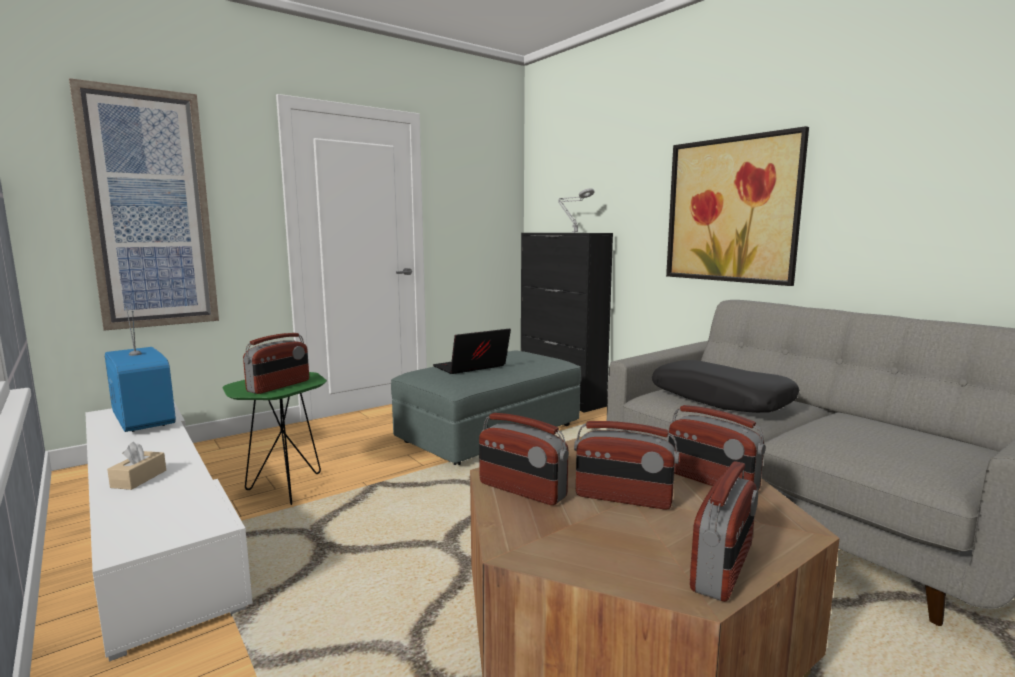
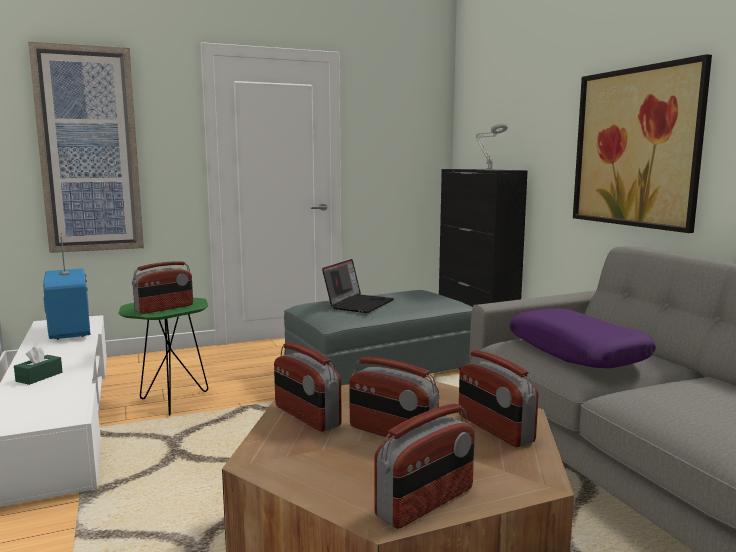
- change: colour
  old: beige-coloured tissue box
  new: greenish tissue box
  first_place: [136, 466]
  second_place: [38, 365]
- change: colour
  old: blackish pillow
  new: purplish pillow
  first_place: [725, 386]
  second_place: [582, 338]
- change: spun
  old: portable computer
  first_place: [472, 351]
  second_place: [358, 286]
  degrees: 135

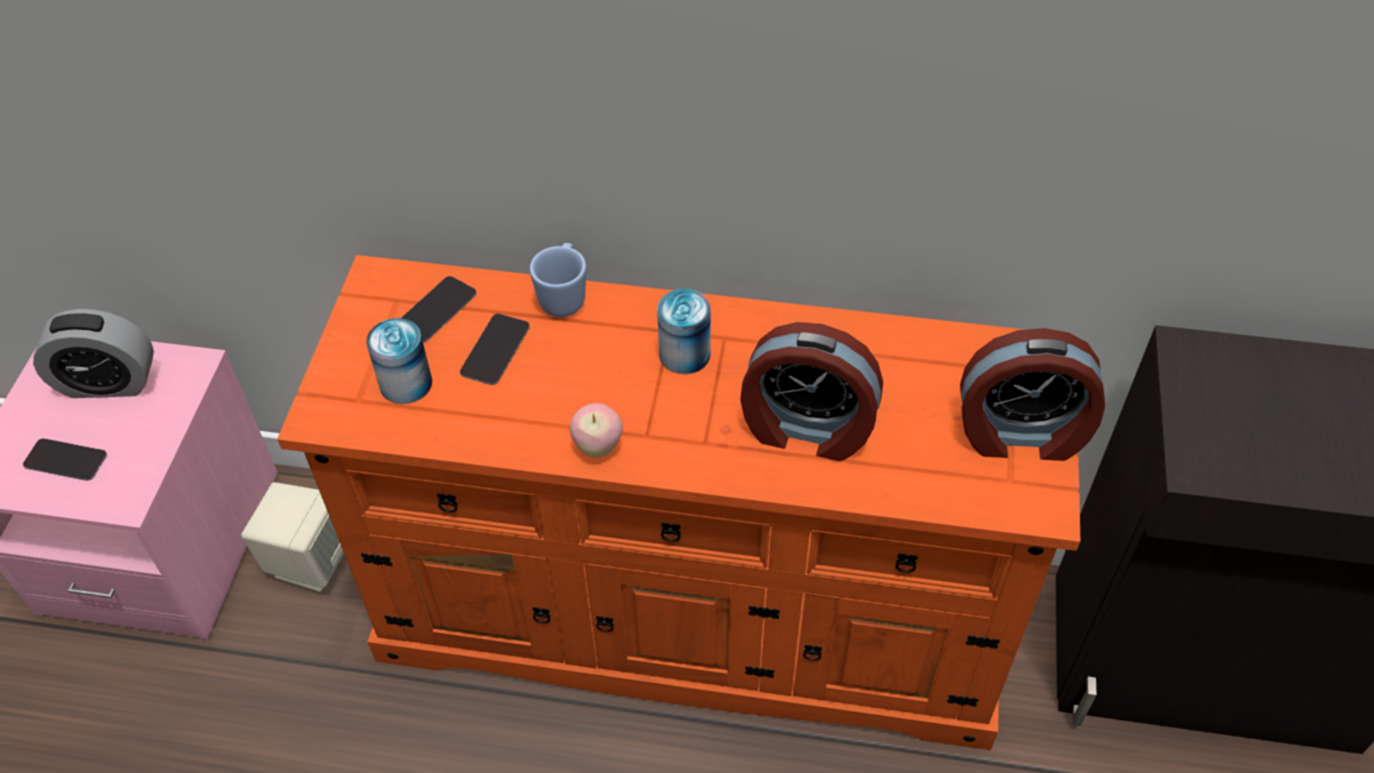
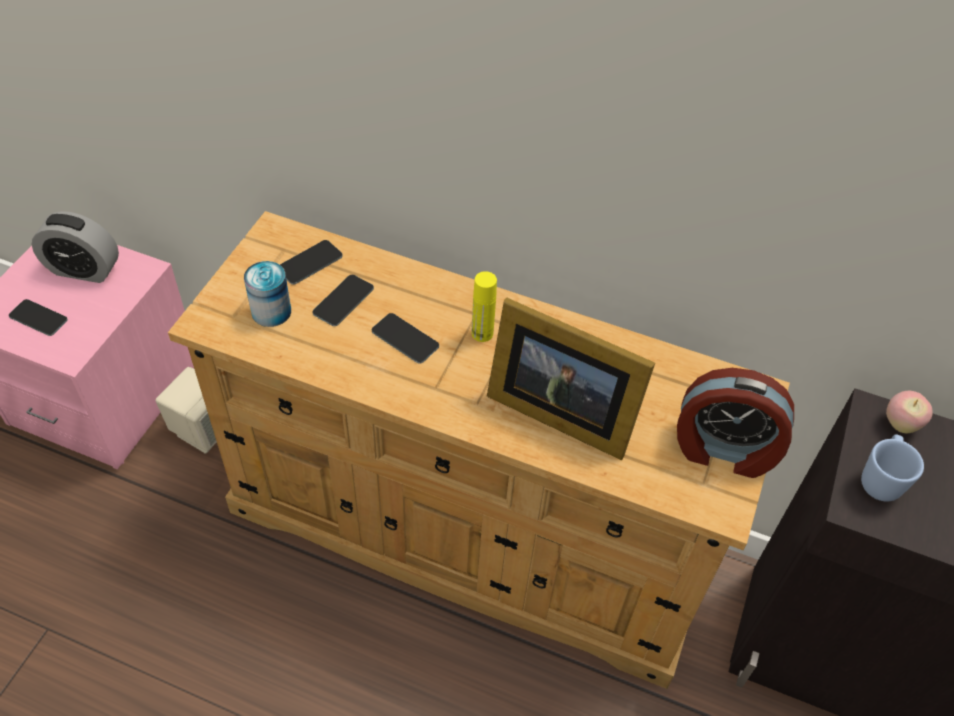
- change: appeared
  new: handset
  second_place: [405, 338]
- change: relocated
  old: blue-coloured mug
  first_place: [558, 280]
  second_place: [892, 468]
- change: relocated
  old: apple fruit
  first_place: [596, 430]
  second_place: [909, 412]
- change: exchanged
  old: can
  new: yellowish drink bottle
  first_place: [684, 331]
  second_place: [484, 306]
- change: exchanged
  old: table clock
  new: photo frame
  first_place: [811, 391]
  second_place: [571, 378]
- change: colour
  old: orangey dresser
  new: beige-coloured dresser
  first_place: [678, 502]
  second_place: [479, 450]

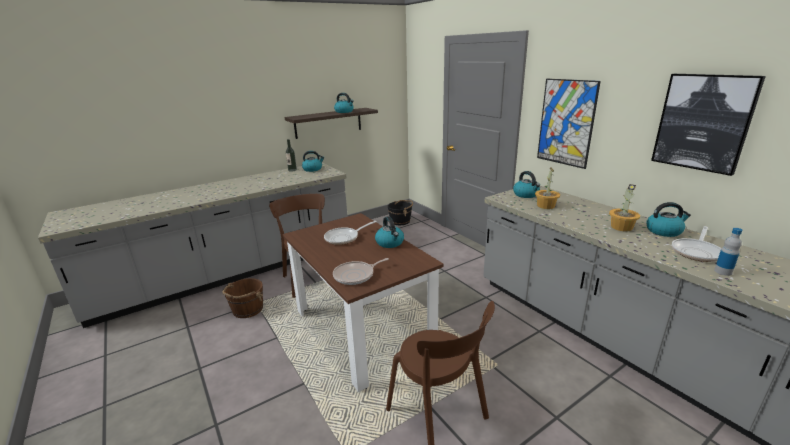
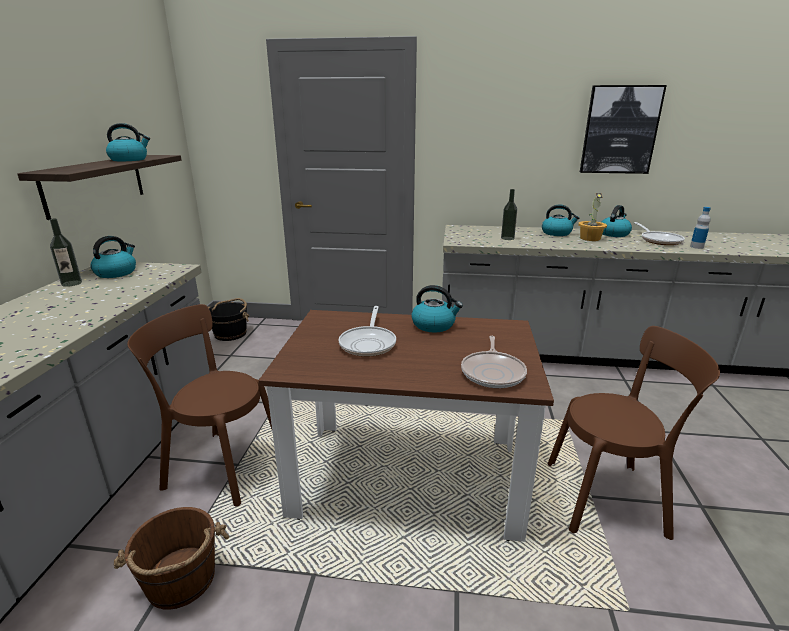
- change: missing
  old: wall art
  first_place: [569, 124]
- change: relocated
  old: kettle
  first_place: [526, 184]
  second_place: [560, 220]
- change: exchanged
  old: houseplant
  new: drink bottle
  first_place: [547, 188]
  second_place: [509, 214]

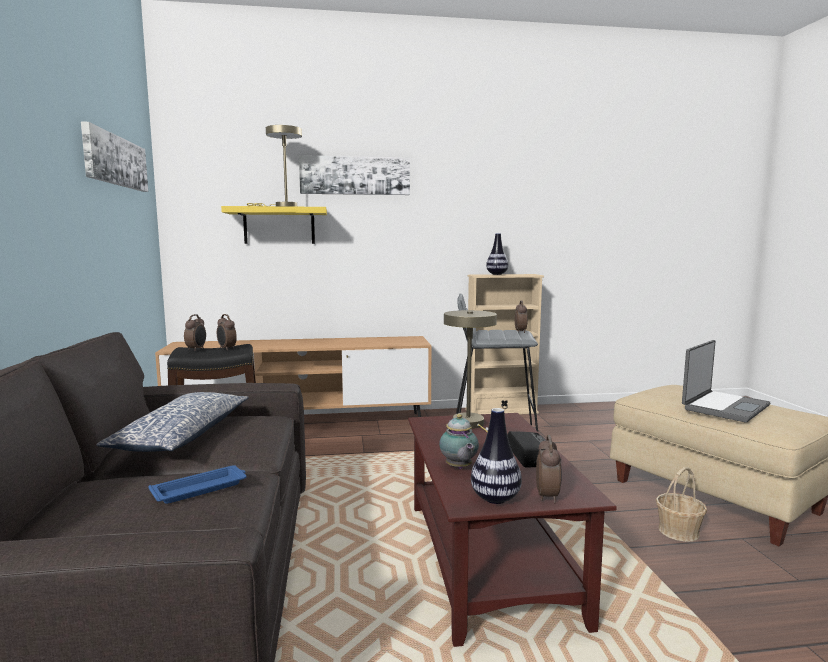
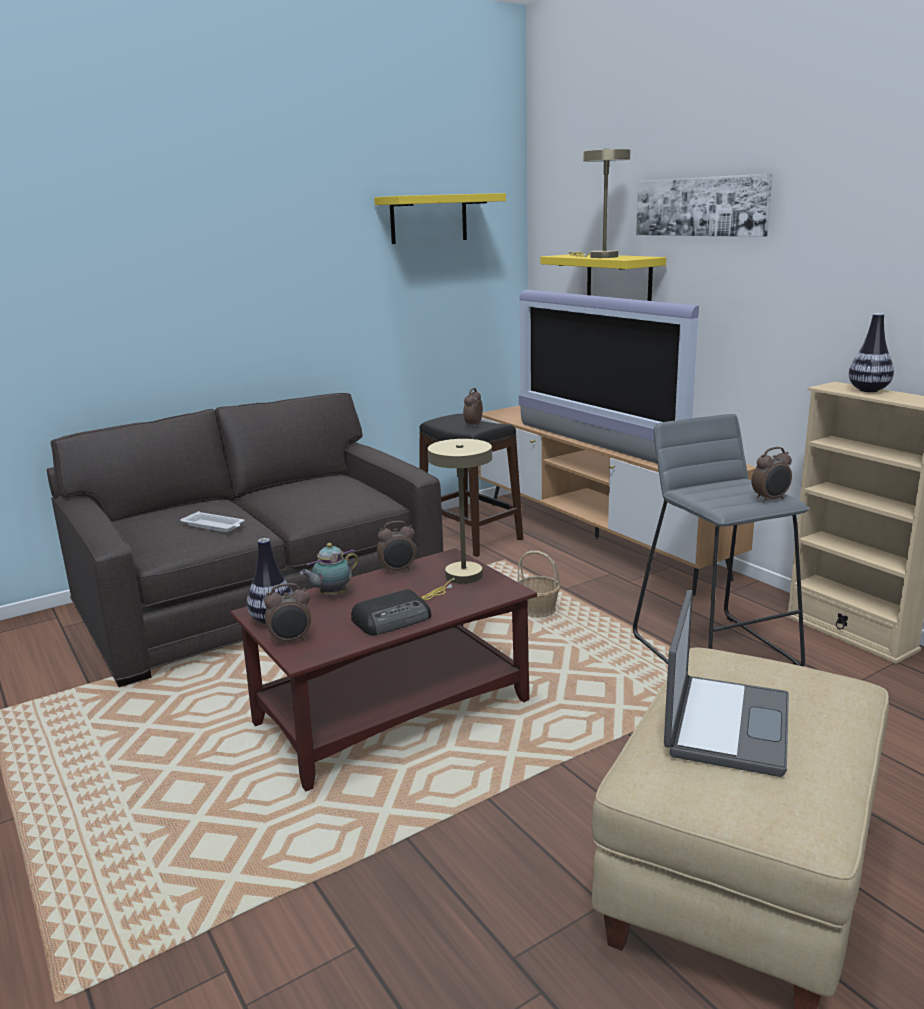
- change: missing
  old: pillow
  first_place: [172, 422]
- change: appeared
  new: TV set
  second_place: [609, 376]
- change: relocated
  old: table clock
  first_place: [195, 332]
  second_place: [396, 547]
- change: relocated
  old: household basket
  first_place: [681, 504]
  second_place: [539, 584]
- change: exchanged
  old: wall art
  new: yellowish bracket shelf
  first_place: [114, 156]
  second_place: [440, 218]
- change: colour
  old: blue-coloured carrying tray
  new: whitish carrying tray
  first_place: [197, 484]
  second_place: [212, 521]
- change: spun
  old: portable computer
  first_place: [726, 381]
  second_place: [726, 683]
  degrees: -90

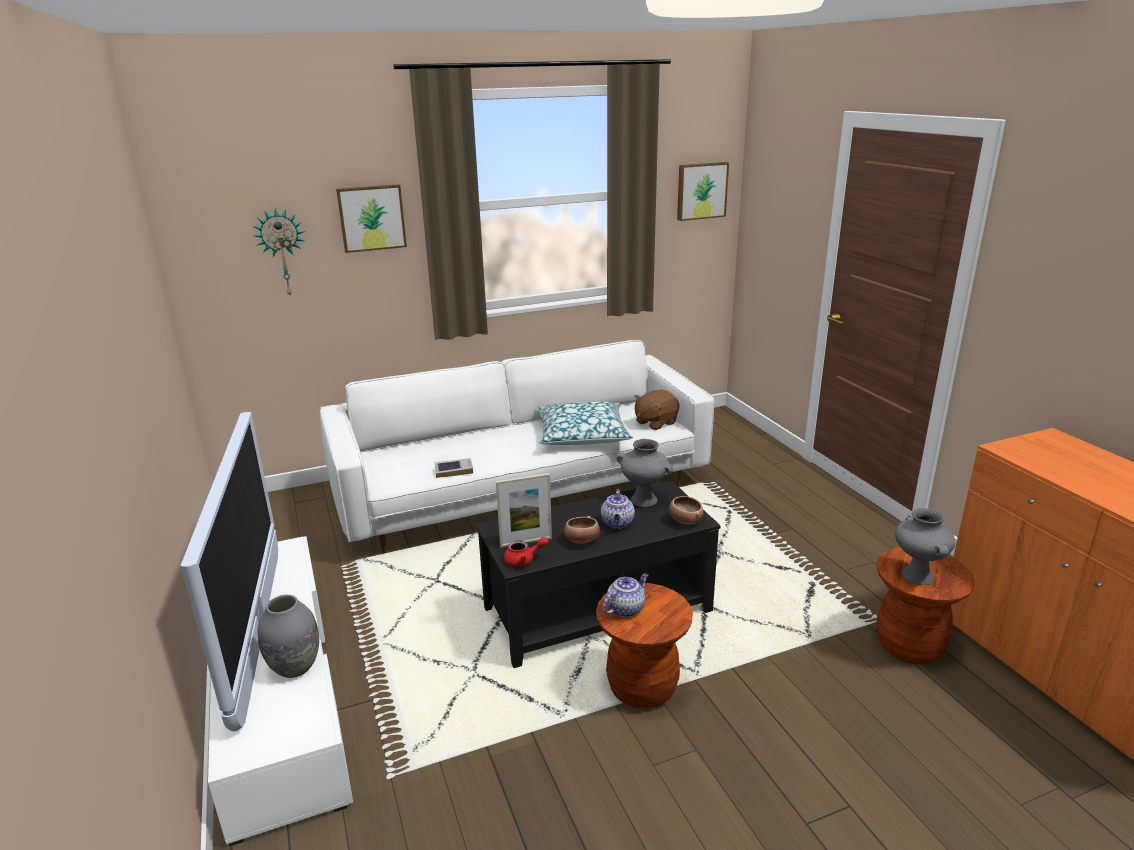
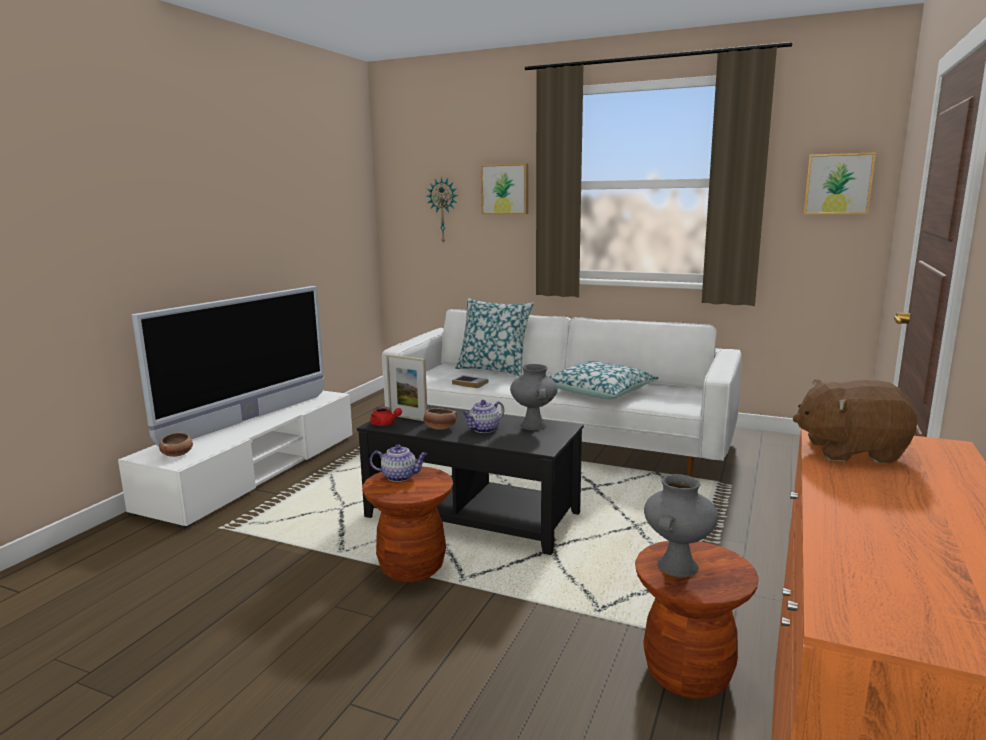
- change: missing
  old: gray decorative vase
  first_place: [288, 636]
- change: appeared
  new: pillow
  second_place: [494, 337]
- change: relocated
  old: brownish cuddly toy
  first_place: [657, 410]
  second_place: [855, 421]
- change: relocated
  old: serving bowl
  first_place: [686, 510]
  second_place: [176, 444]

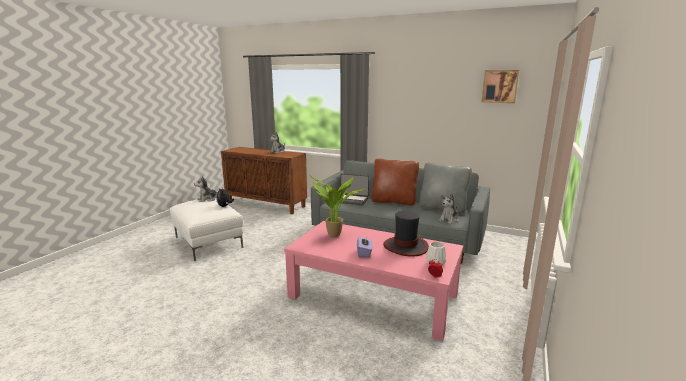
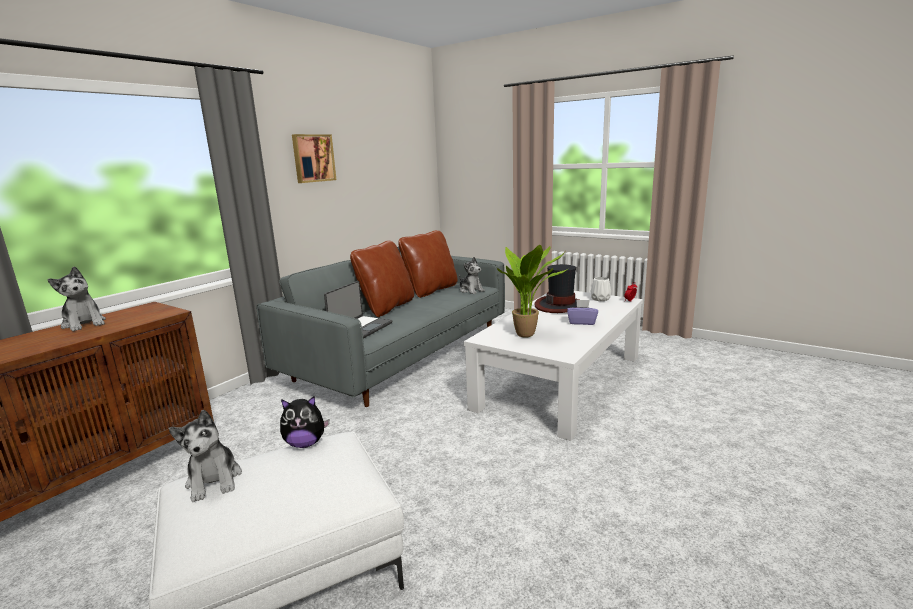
- change: relocated
  old: wall art
  first_place: [500, 86]
  second_place: [314, 158]
- change: colour
  old: pink-coloured coffee table
  new: whitish coffee table
  first_place: [373, 281]
  second_place: [553, 366]
- change: colour
  old: gray pillow
  new: brownish pillow
  first_place: [445, 188]
  second_place: [428, 264]

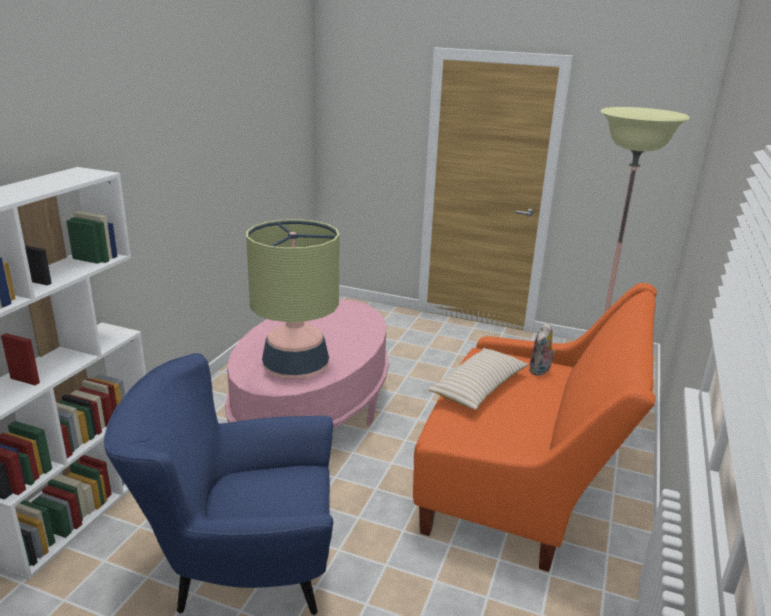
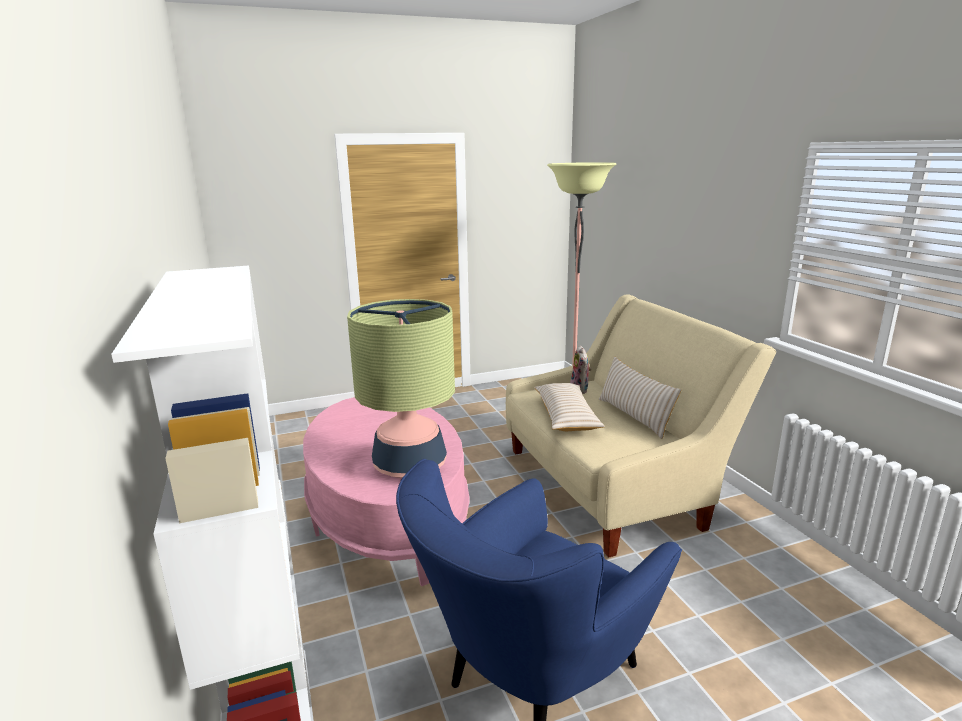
- change: appeared
  new: beige-coloured pillow
  second_place: [640, 398]
- change: colour
  old: orangey settee
  new: beige-coloured settee
  first_place: [535, 427]
  second_place: [641, 425]

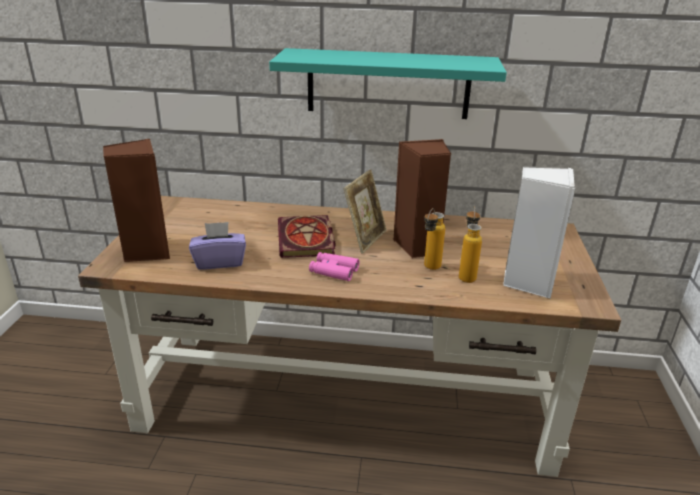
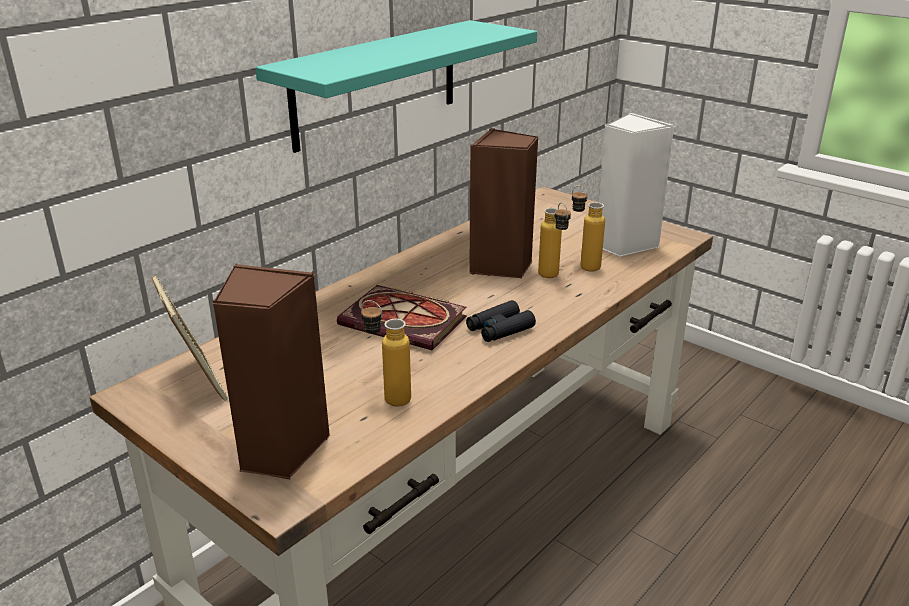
- change: relocated
  old: photo frame
  first_place: [365, 212]
  second_place: [190, 338]
- change: exchanged
  old: purplish tissue box
  new: drink bottle
  first_place: [217, 246]
  second_place: [386, 353]
- change: colour
  old: pink-coloured pair of binoculars
  new: blackish pair of binoculars
  first_place: [334, 266]
  second_place: [501, 321]

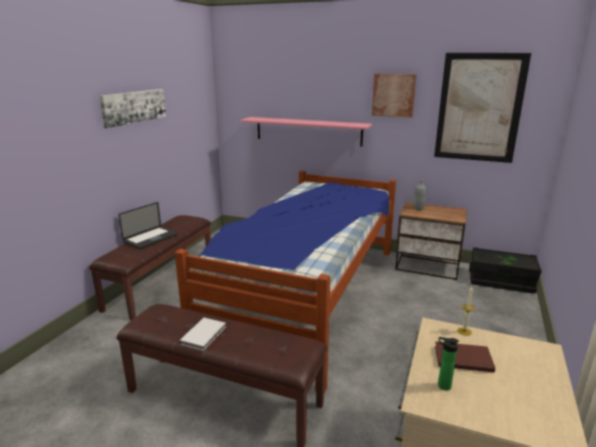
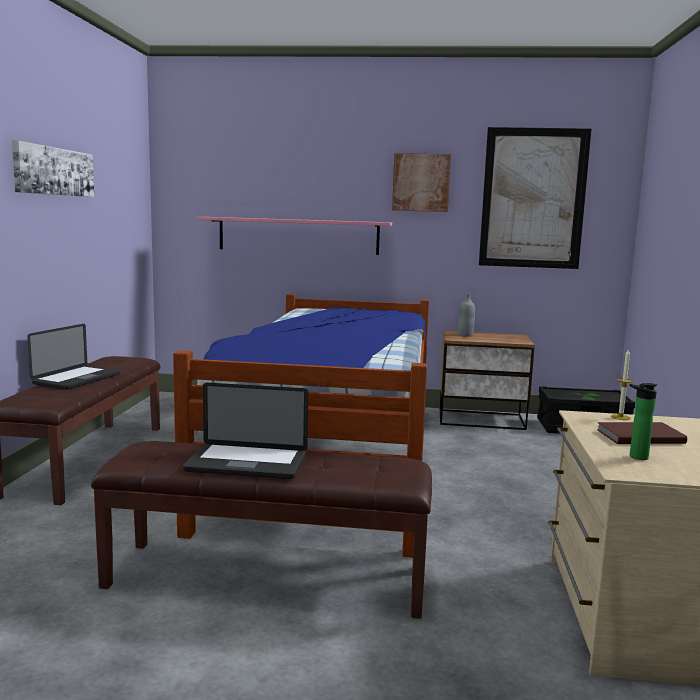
- change: exchanged
  old: whitish volume
  new: portable computer
  first_place: [202, 334]
  second_place: [245, 431]

